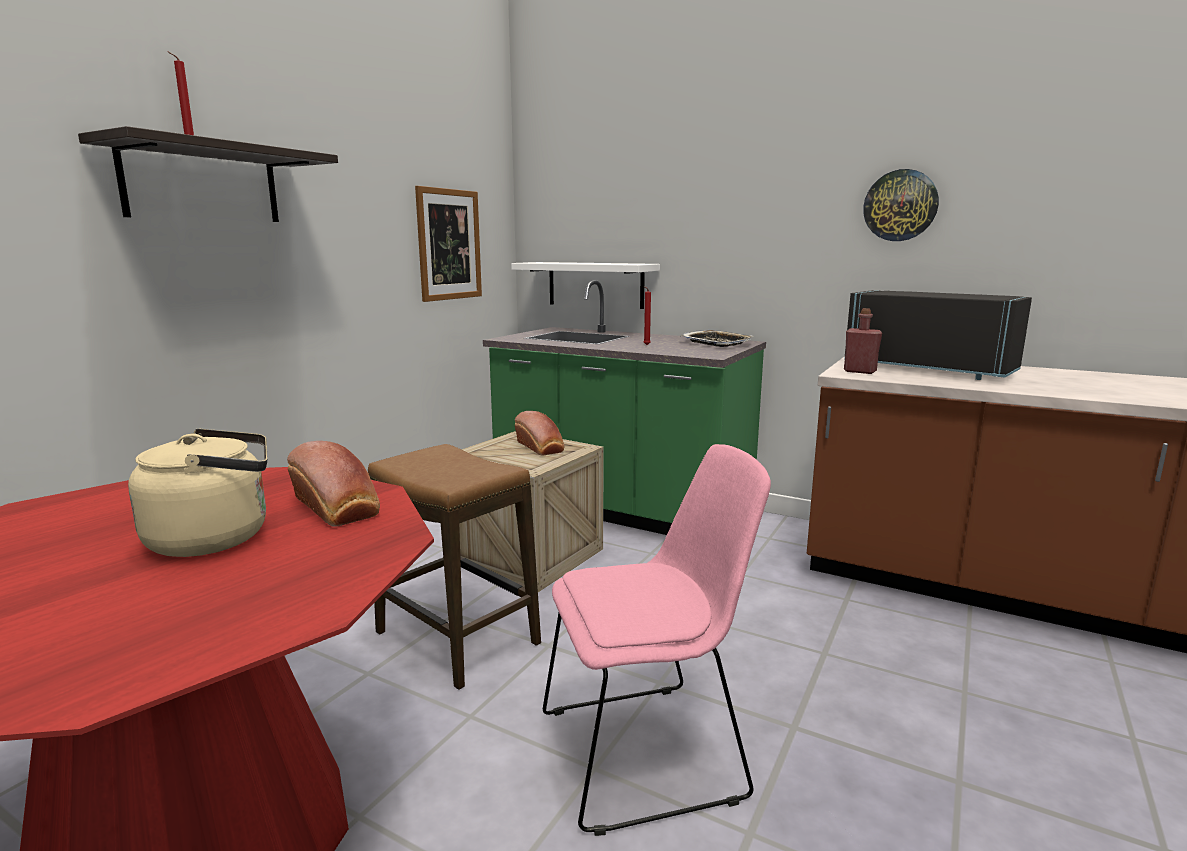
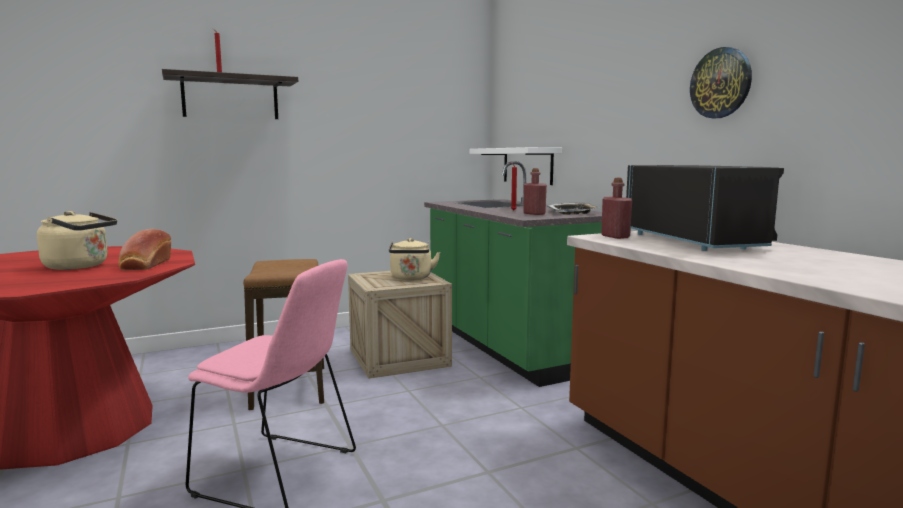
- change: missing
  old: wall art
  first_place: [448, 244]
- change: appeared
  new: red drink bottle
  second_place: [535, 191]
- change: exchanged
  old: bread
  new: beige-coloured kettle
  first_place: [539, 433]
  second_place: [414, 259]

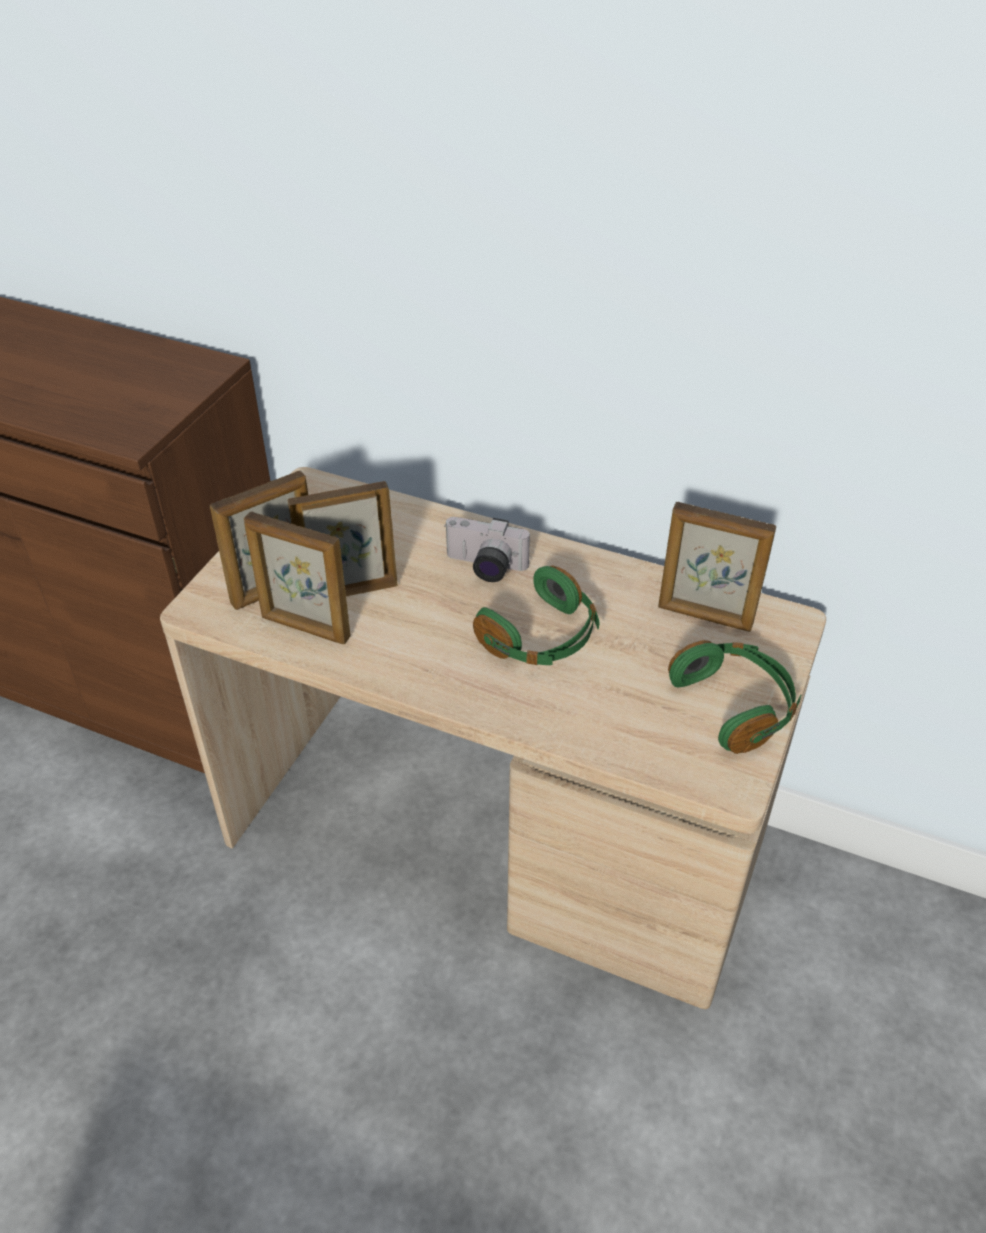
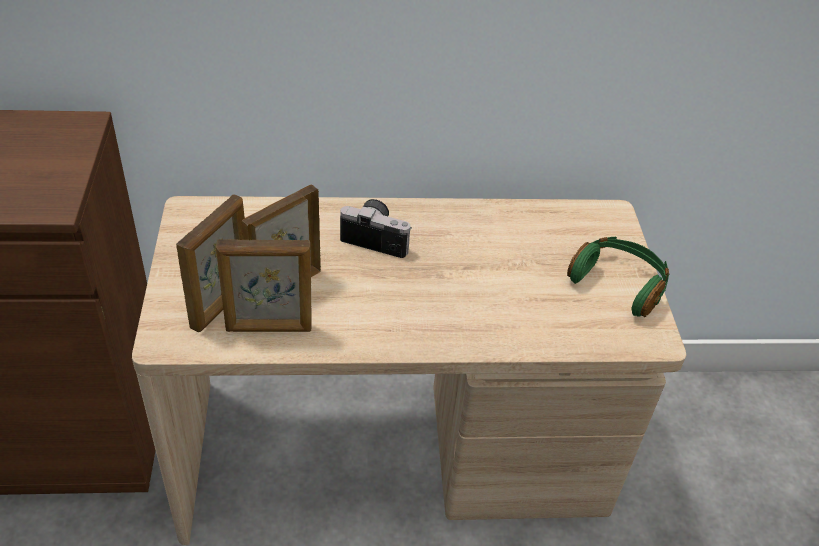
- change: missing
  old: greenish headset
  first_place: [536, 615]
- change: missing
  old: photo frame
  first_place: [717, 567]
- change: spun
  old: photo camera
  first_place: [487, 549]
  second_place: [376, 228]
  degrees: -150

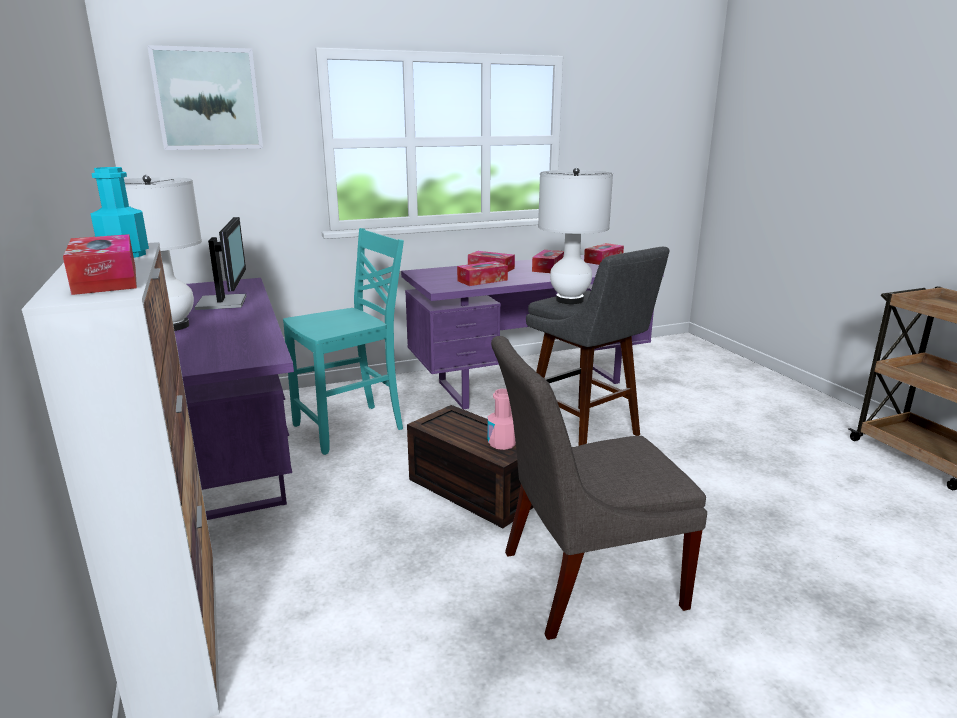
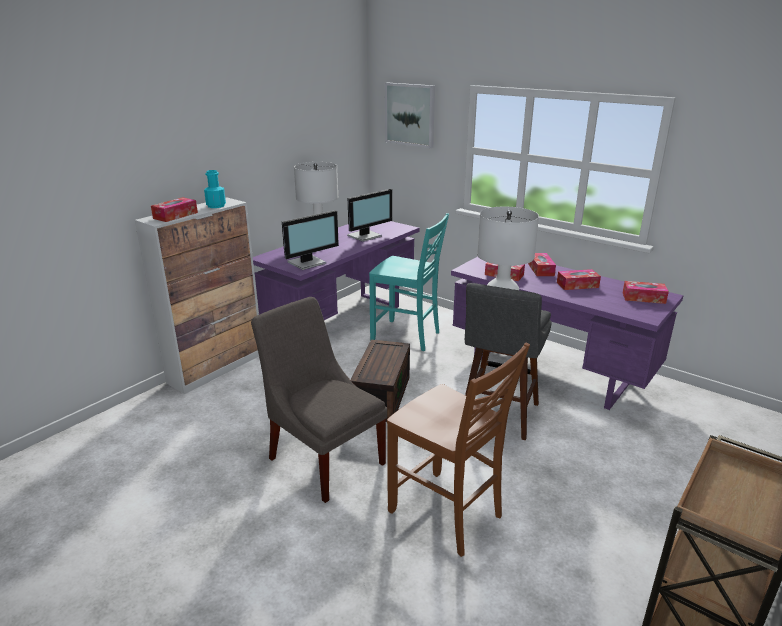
- change: missing
  old: pink-coloured drink bottle
  first_place: [501, 419]
- change: appeared
  new: computer display
  second_place: [310, 240]
- change: appeared
  new: brownish upright chair
  second_place: [458, 450]

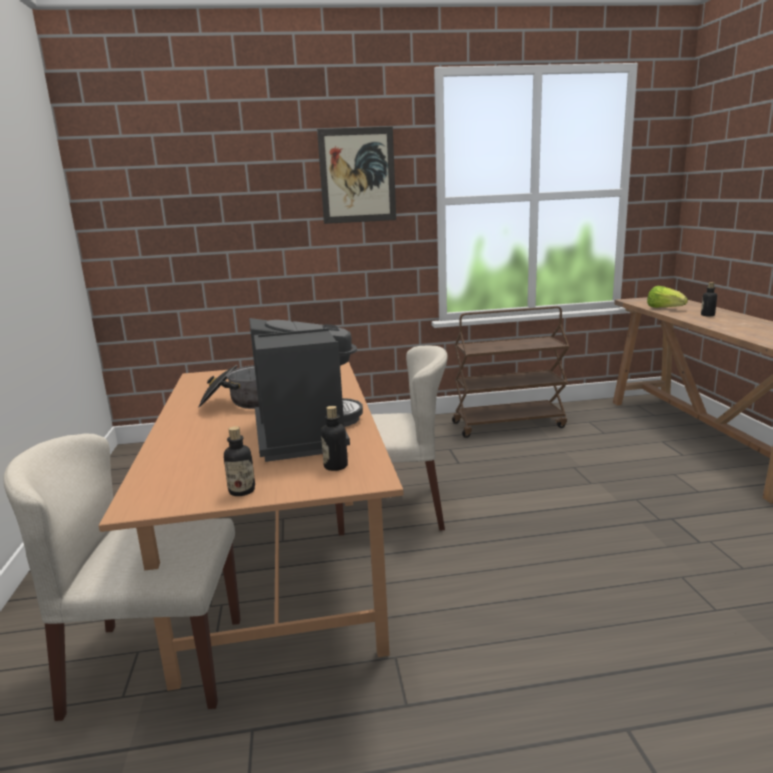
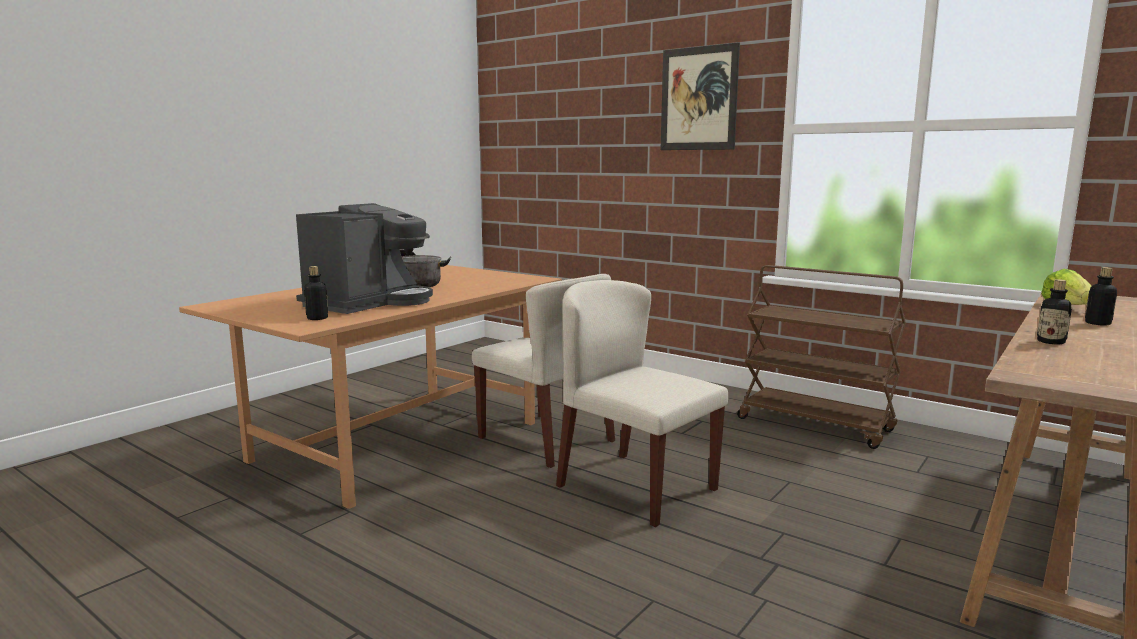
- change: relocated
  old: beige-coloured upright chair
  first_place: [122, 577]
  second_place: [642, 403]
- change: relocated
  old: drink bottle
  first_place: [239, 461]
  second_place: [1054, 311]

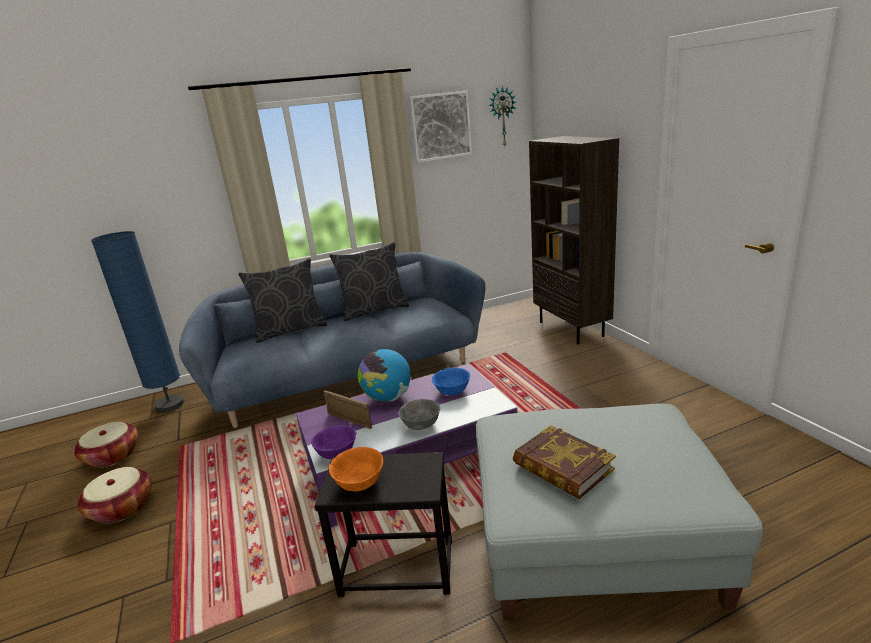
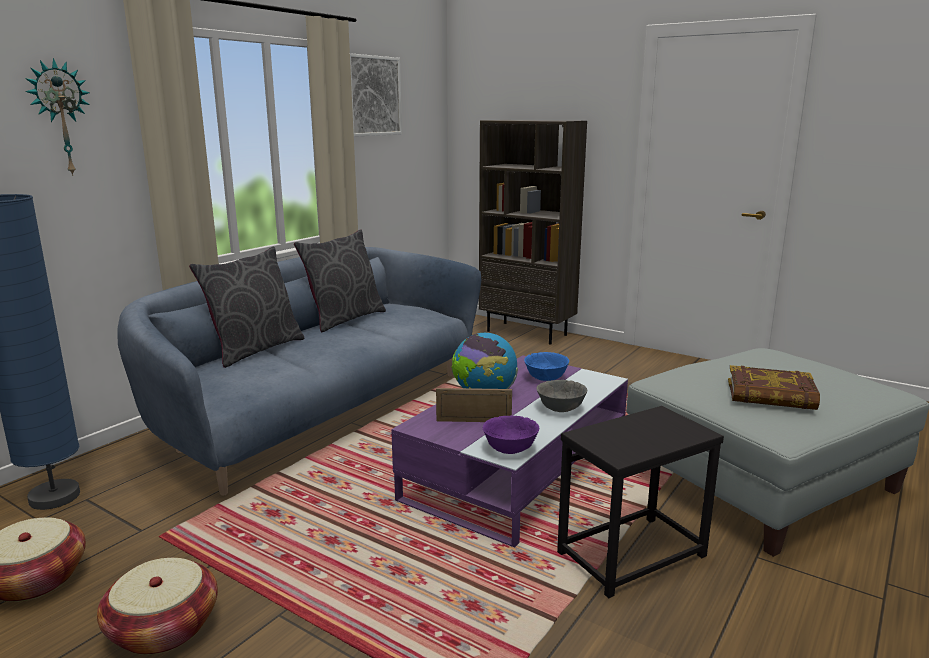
- change: missing
  old: orangey serving bowl
  first_place: [356, 469]
- change: relocated
  old: clock on the wall
  first_place: [502, 116]
  second_place: [57, 117]

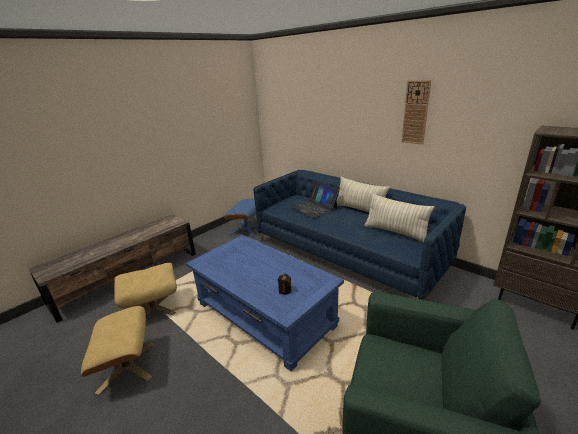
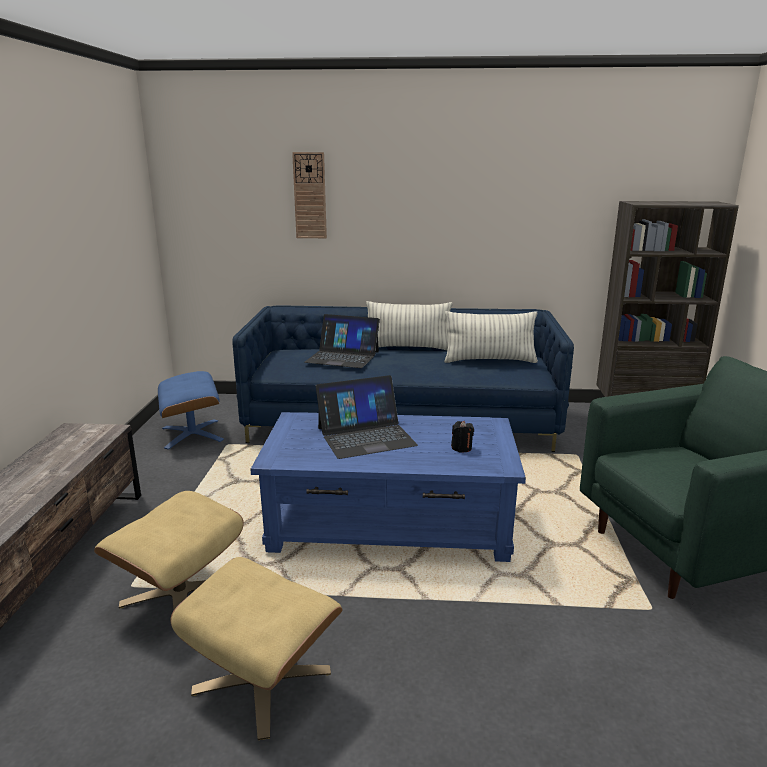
- change: appeared
  new: portable computer
  second_place: [367, 417]
- change: relocated
  old: clock on the wall
  first_place: [416, 112]
  second_place: [309, 195]

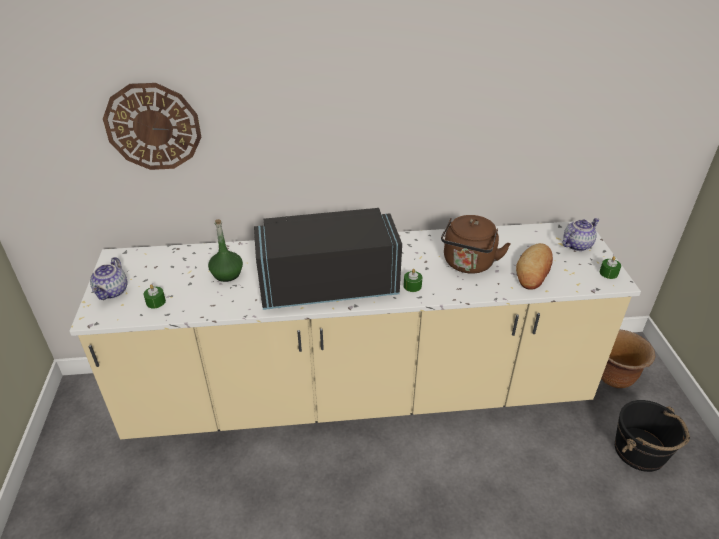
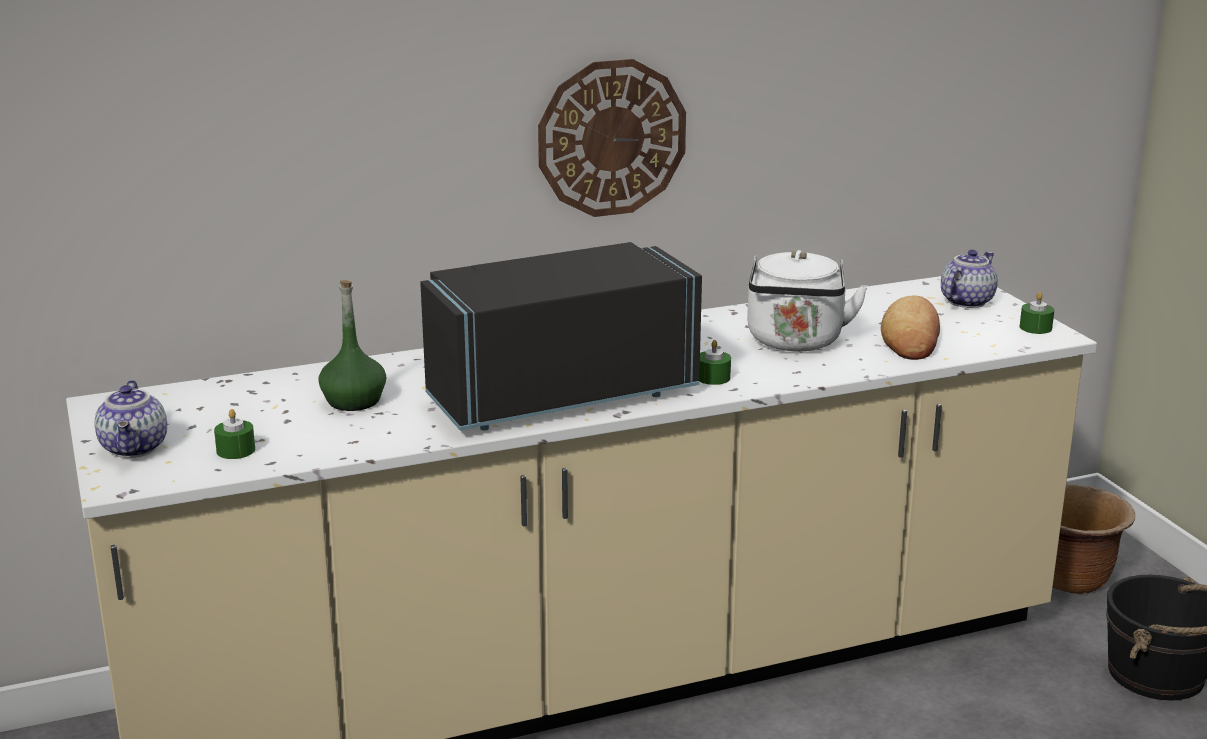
- change: relocated
  old: clock on the wall
  first_place: [152, 126]
  second_place: [612, 138]
- change: colour
  old: brownish kettle
  new: whitish kettle
  first_place: [476, 244]
  second_place: [807, 300]

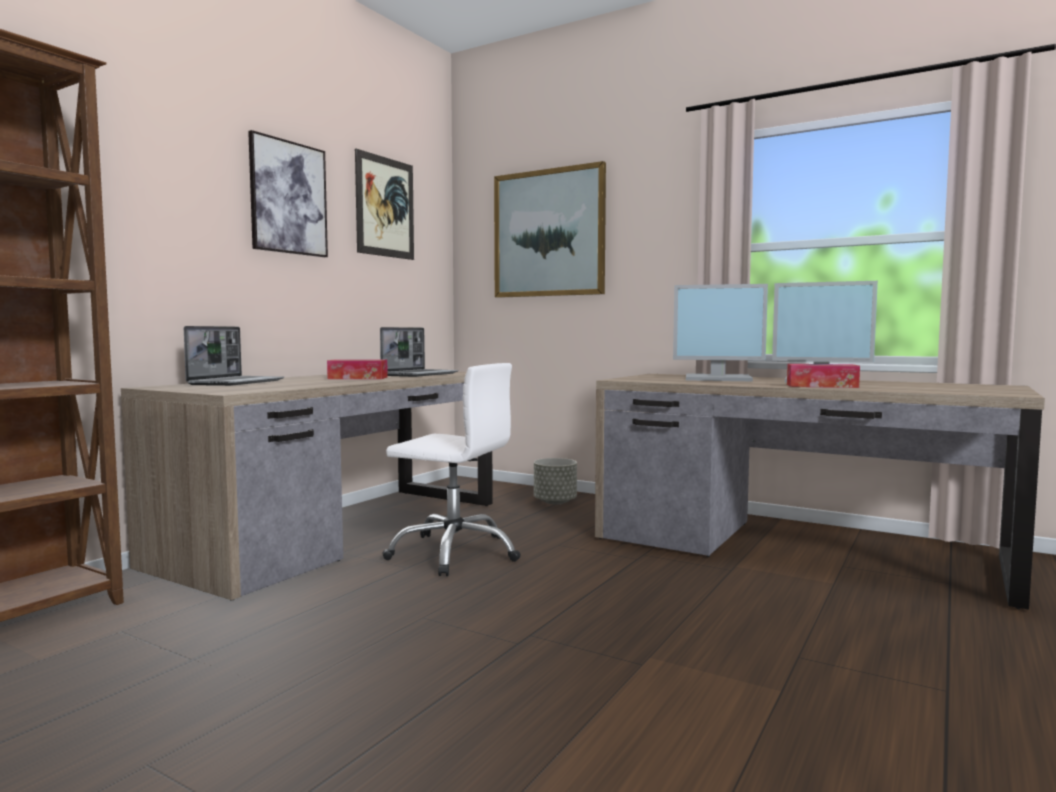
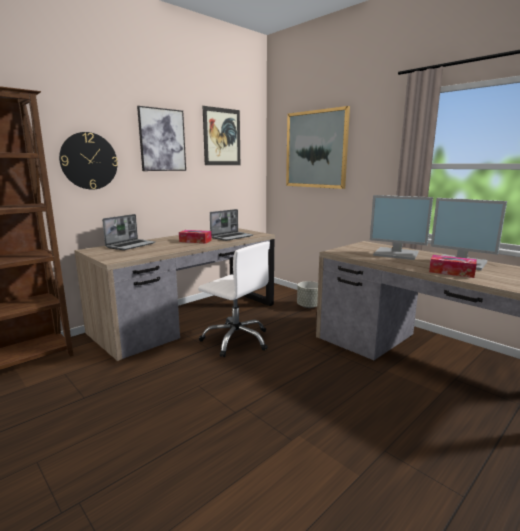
- change: appeared
  new: clock on the wall
  second_place: [88, 161]

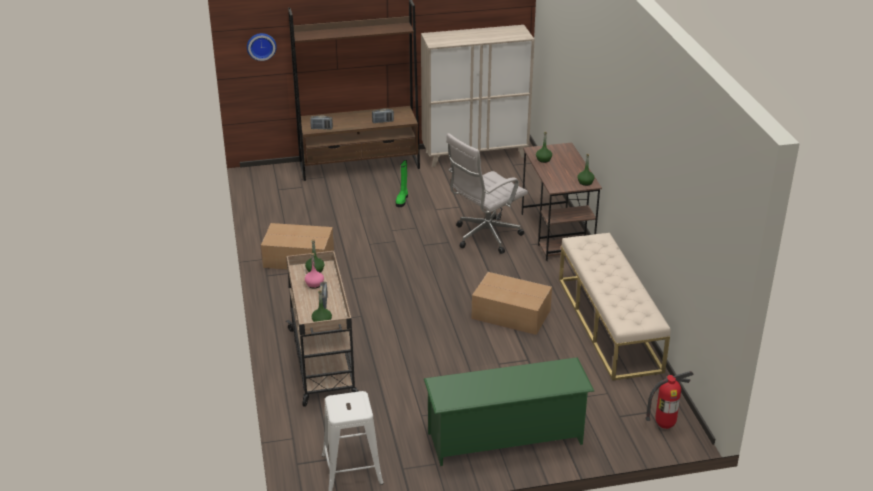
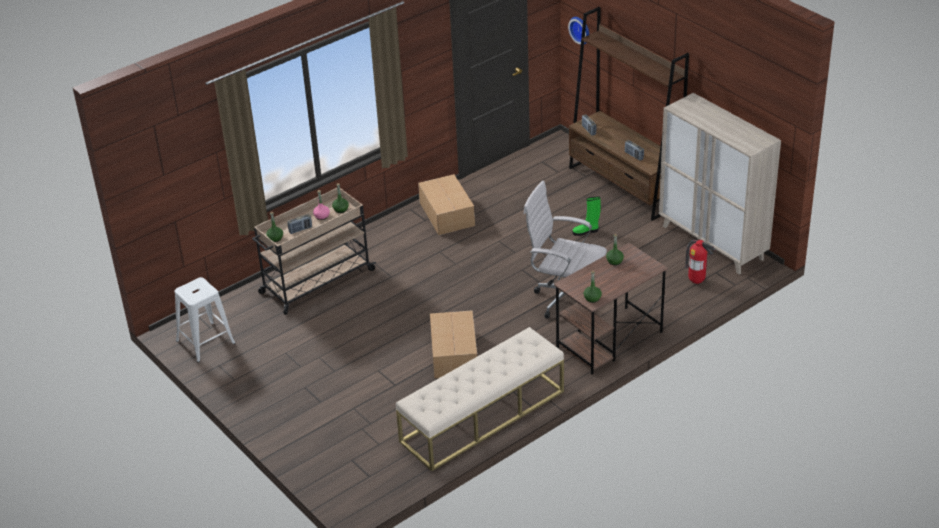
- change: missing
  old: greenish shoe stand
  first_place: [509, 411]
- change: relocated
  old: extinguisher
  first_place: [669, 400]
  second_place: [700, 262]

